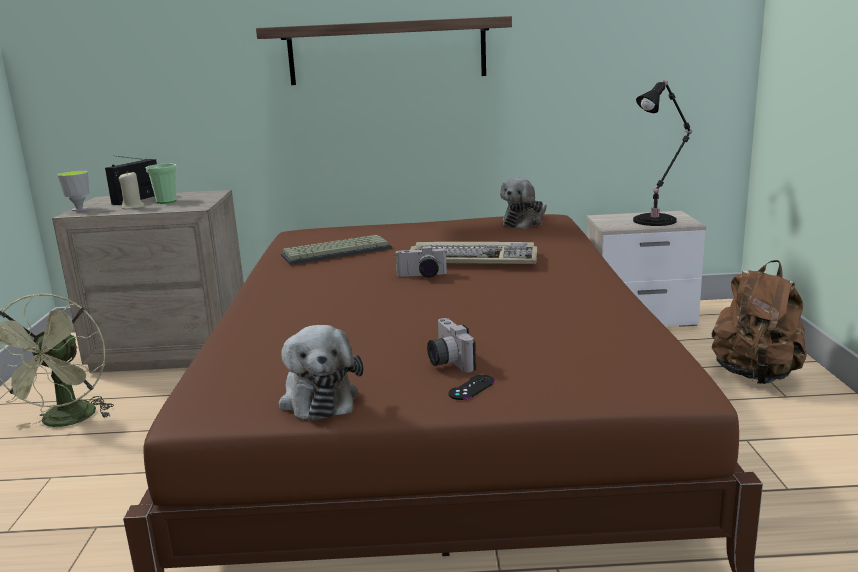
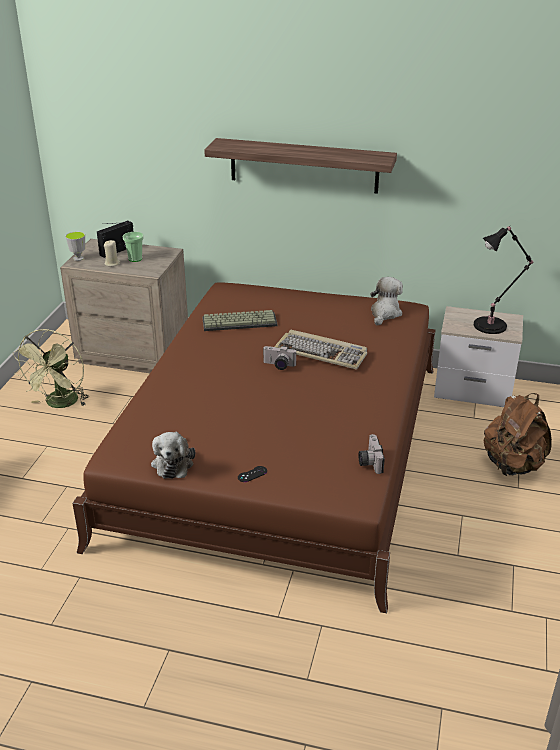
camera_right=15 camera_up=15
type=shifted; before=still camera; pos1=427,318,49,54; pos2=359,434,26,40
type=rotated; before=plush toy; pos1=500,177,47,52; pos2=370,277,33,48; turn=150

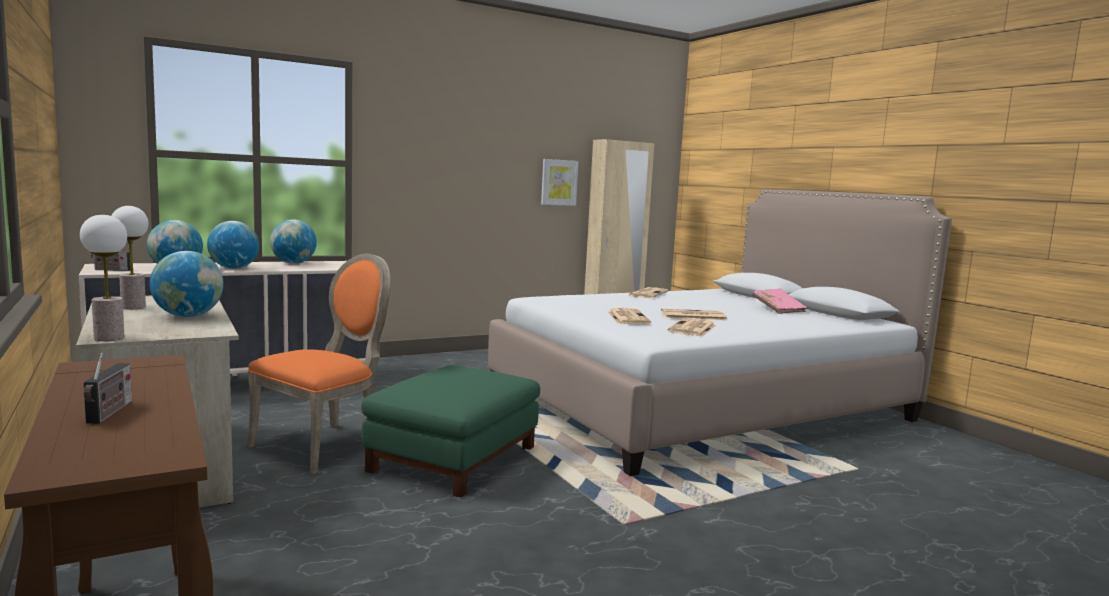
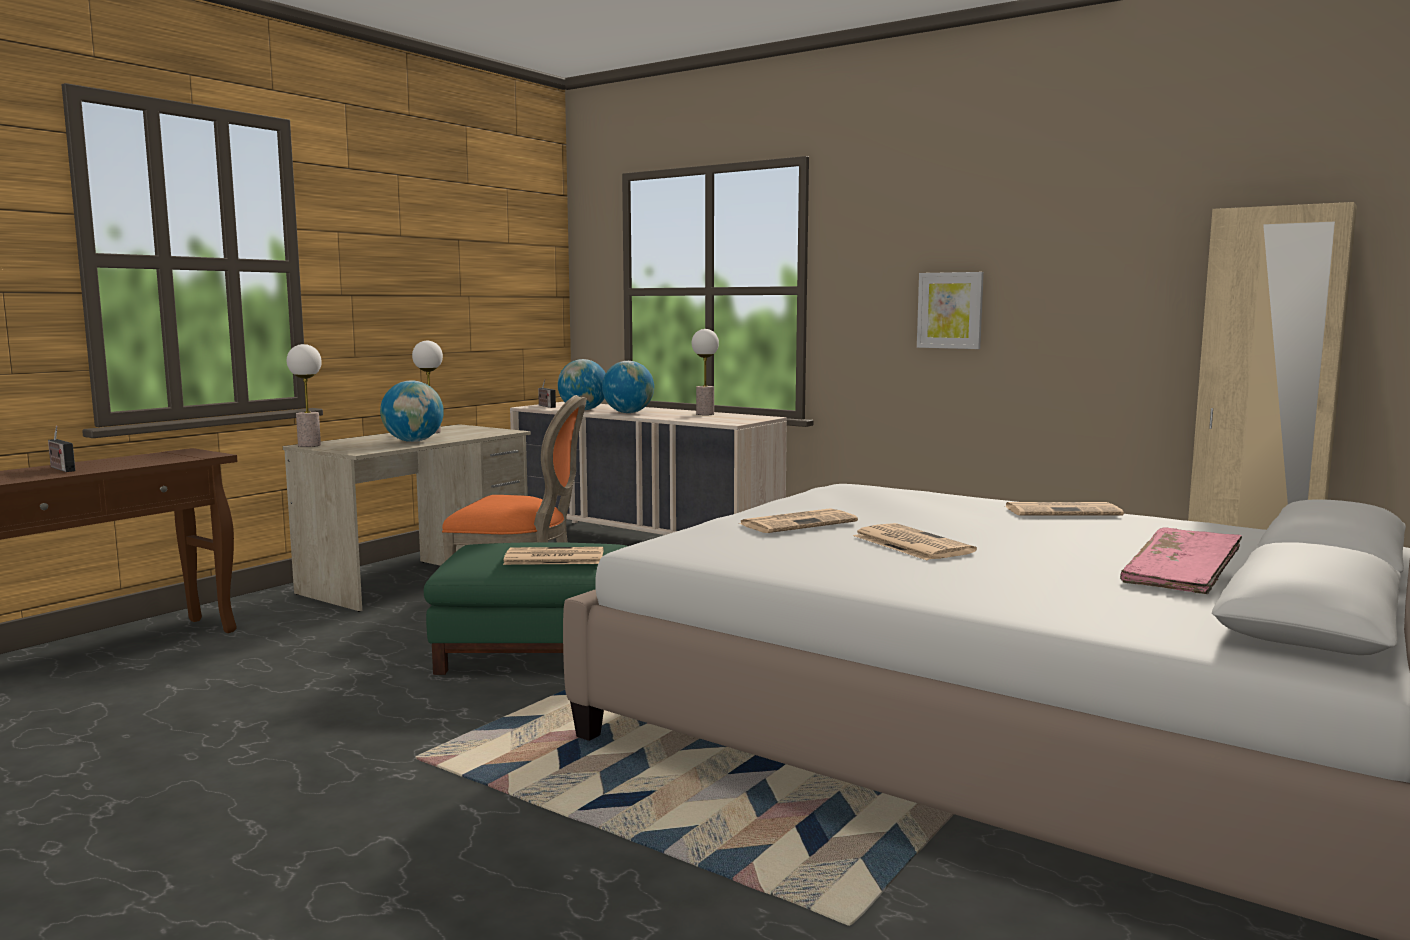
camera_right=65 camera_up=0
type=shifted; before=picture; pos1=541,159,37,47; pos2=917,272,67,77
type=shifted; before=daily paper; pos1=668,318,48,18; pos2=503,547,101,18
type=swapped; before=world globe; after=table lamp; pos1=270,219,47,45; pos2=692,329,27,86
type=rotated; before=radio; pos1=83,352,49,72; pos2=48,426,28,46; turn=75

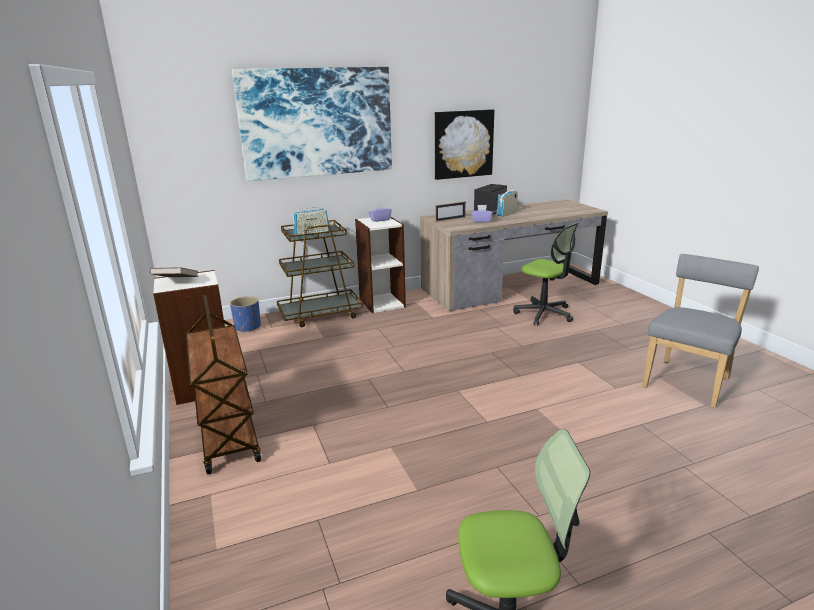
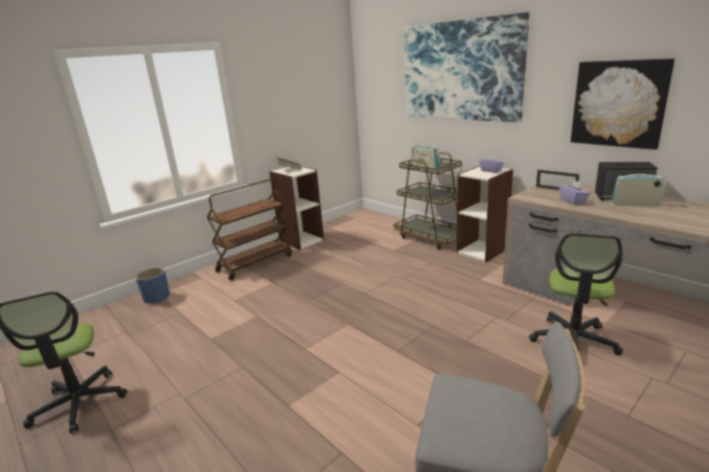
camera_right=70 camera_up=0
type=shifted; before=planter (blue); pos1=230,296,31,36; pos2=135,267,35,36

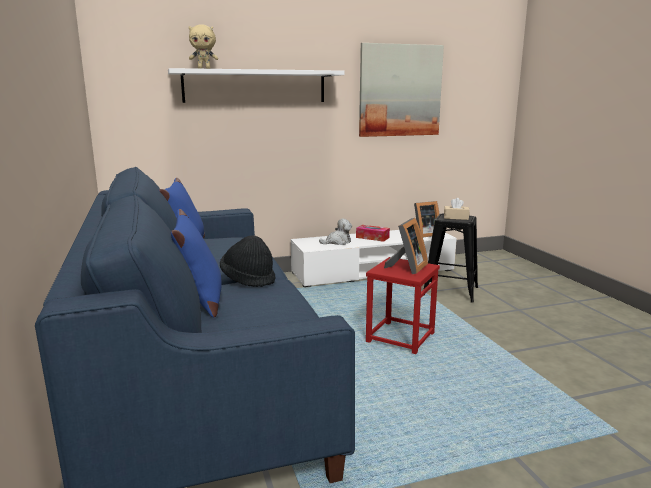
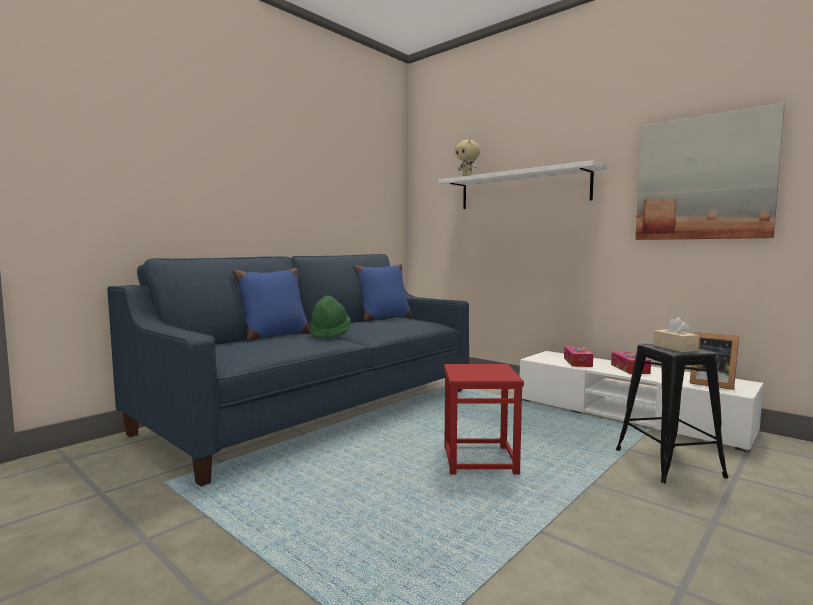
camera_right=60 camera_up=-10
type=gone; before=standing frame; pos1=384,218,44,56
type=swapped; before=plush toy; after=box of tissues; pos1=319,219,33,26; pos2=564,346,29,21
type=repainted; before=hat (black-coloured); after=hat (green-coloured); pos1=220,235,56,52; pos2=310,295,41,44

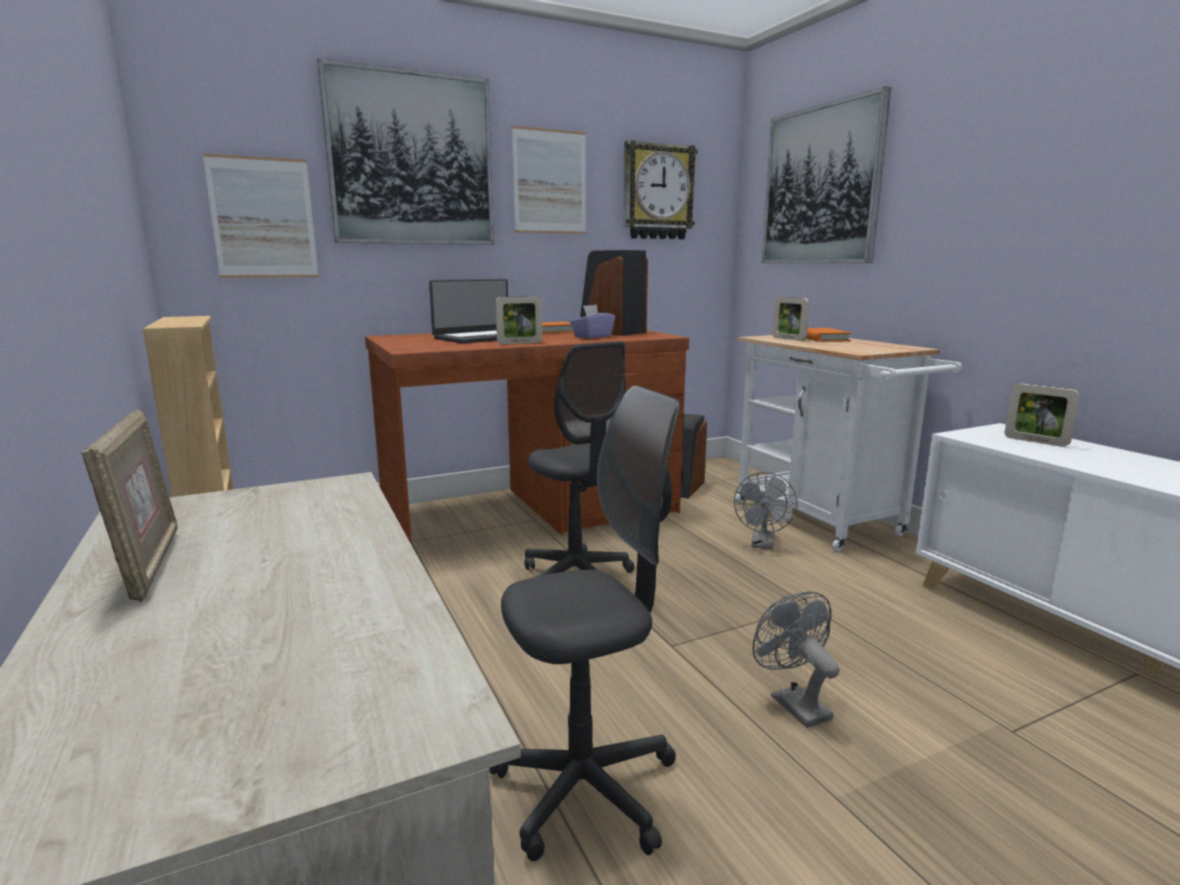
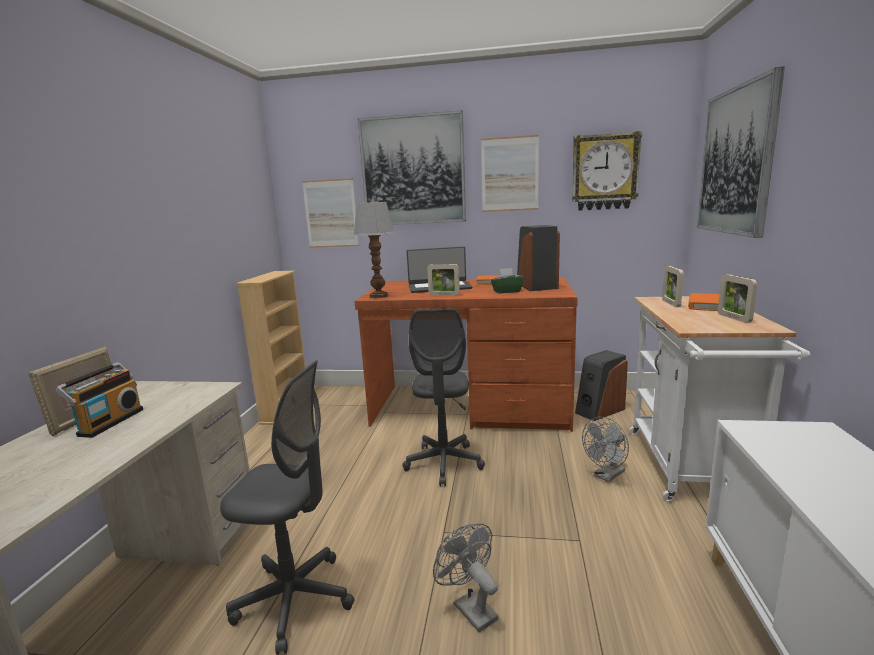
camera_right=35 camera_up=0
type=new; after=radio; pos2=55,362,88,76
type=new; after=table lamp; pos2=354,202,40,96
type=shifted; before=standing frame; pos1=1005,383,75,64; pos2=718,274,40,49
type=repainted; before=box of tissues (purplish); after=box of tissues (green-coloured); pos1=570,305,45,34; pos2=491,268,33,25
type=rotated; before=fan (gray); pos1=753,591,87,137; pos2=433,523,65,109; turn=-45

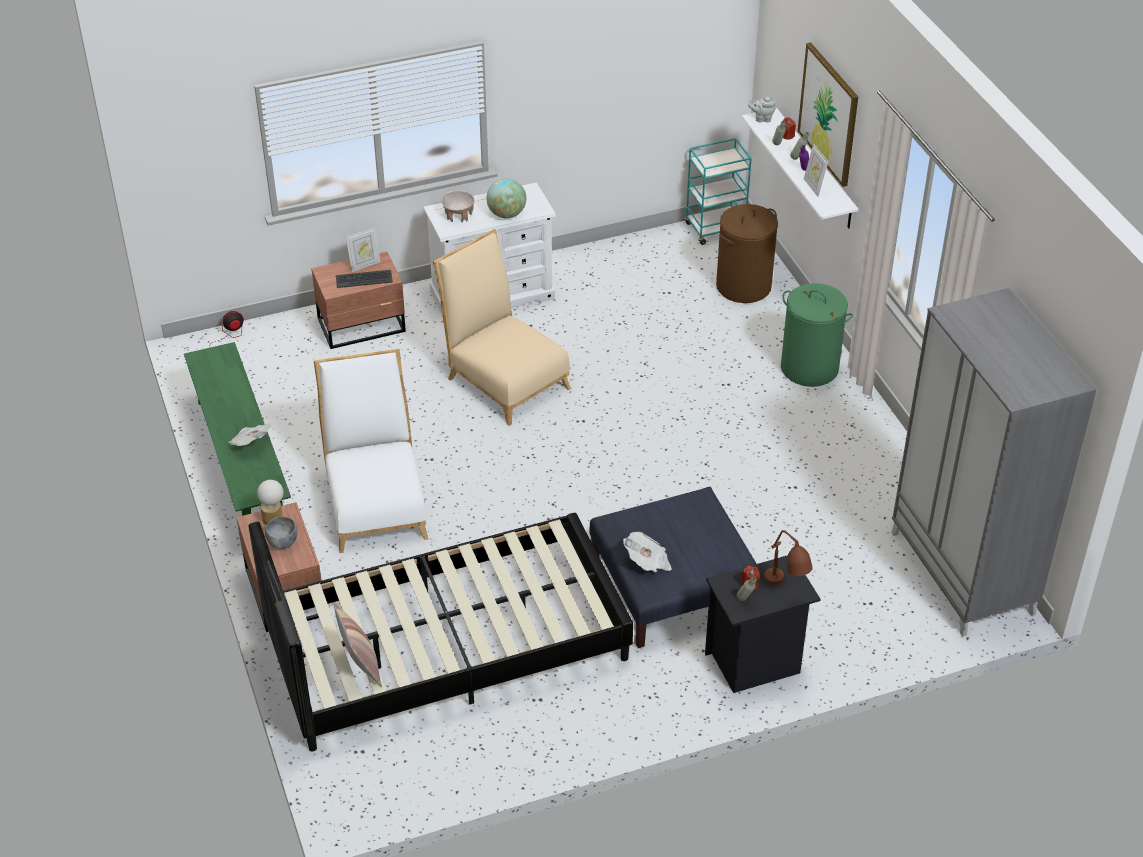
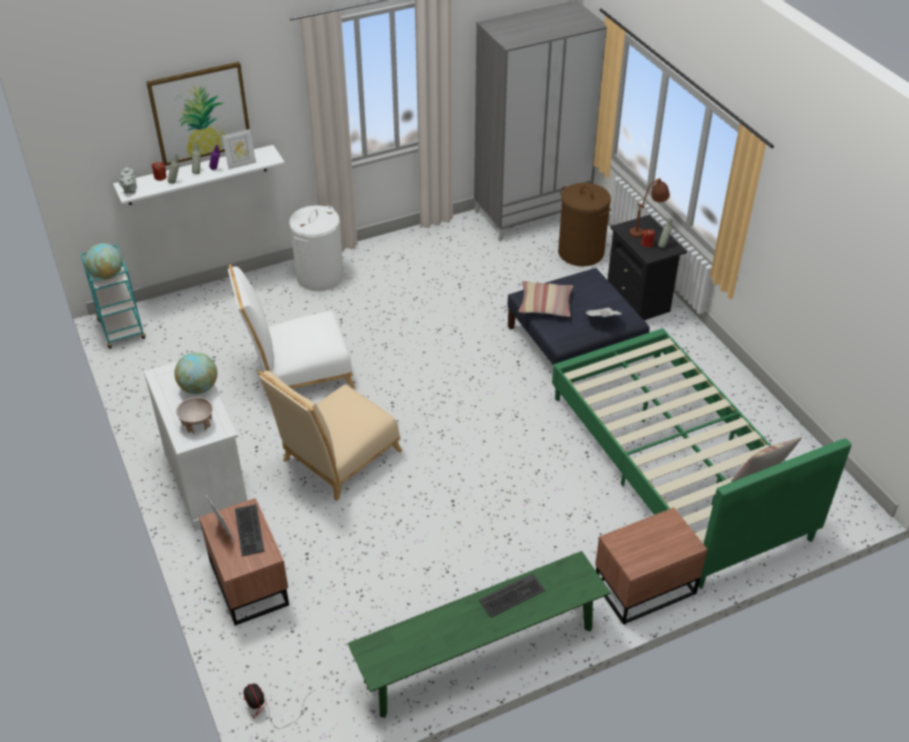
camera_right=-95 camera_up=0
type=gone; before=table lamp; pos1=257,480,27,45
type=gone; before=serving bowl (gray); pos1=265,516,33,33
type=new; after=world globe; pos2=84,243,39,37
type=new; after=pillow; pos2=518,281,55,36
type=shifted; before=upright chair (whitish); pos1=314,349,114,204; pos2=228,264,127,125
type=shifted; before=washing basket (brown); pos1=716,204,62,99; pos2=558,183,53,83
type=swapped; before=daily paper; after=keyboard; pos1=228,424,44,22; pos2=479,573,66,44
type=repainted; before=bed (black-coloured); after=bed (green-coloured); pos1=249,513,384,238; pos2=552,328,300,260
type=repainted; before=washing basket (green-coloured); after=washing basket (whitish); pos1=781,283,72,104; pos2=289,205,55,86

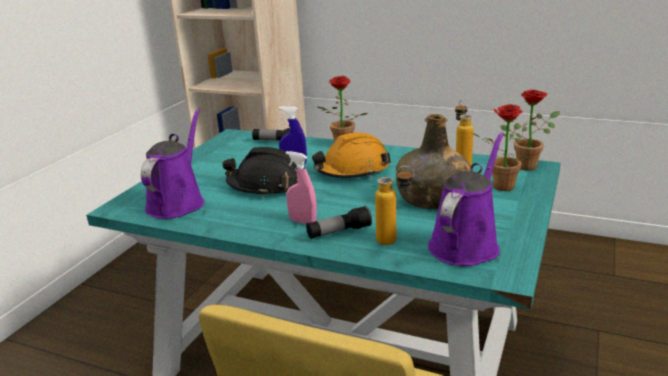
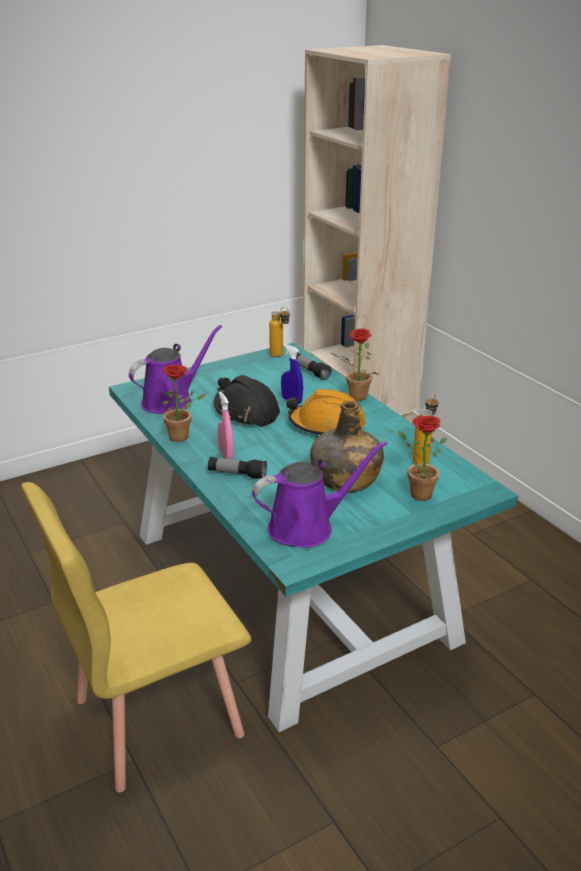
camera_right=35 camera_up=5
type=shifted; before=bottle; pos1=375,166,39,79; pos2=269,307,21,50
type=shifted; before=potted plant; pos1=500,90,60,81; pos2=159,365,47,77

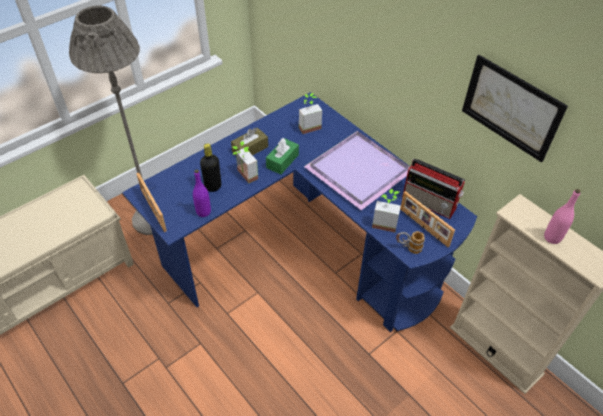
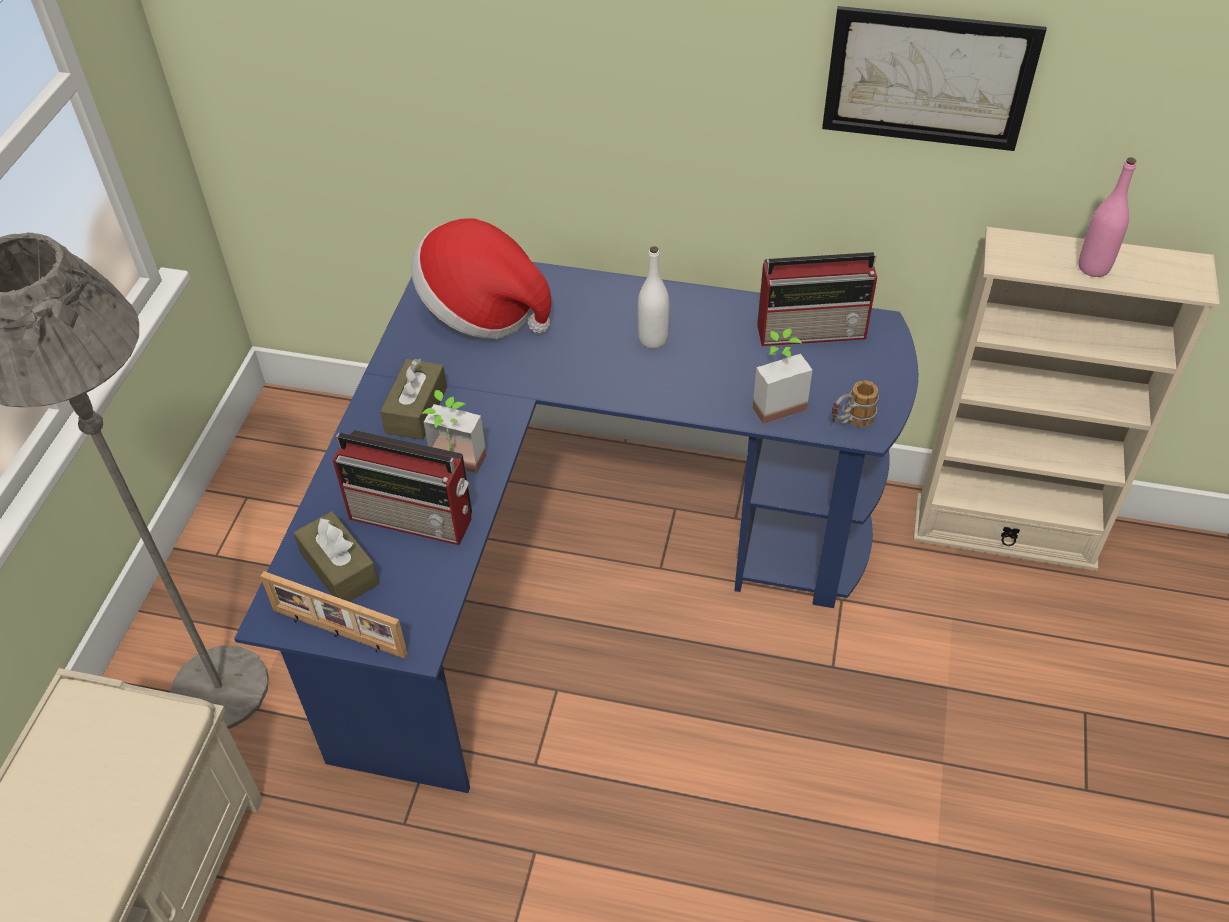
camera_right=-35 camera_up=0
type=gone; before=bottle (purplish); pos1=193,170,18,47
type=gone; before=box of tissues (green-coloured); pos1=266,138,33,37
type=gone; before=standing frame; pos1=400,191,55,56
type=new; after=box of tissues (brown); pos2=294,511,85,91
type=swapped; before=bottle (black-coloured); after=radio; pos1=200,143,21,49; pos2=333,430,139,115
type=swapped; before=potted plant; after=hat; pos1=299,93,23,41; pos2=411,219,140,120
type=swapped; before=carrying tray (purplish); after=bottle (whitish); pos1=304,131,106,79; pos2=638,246,31,103

